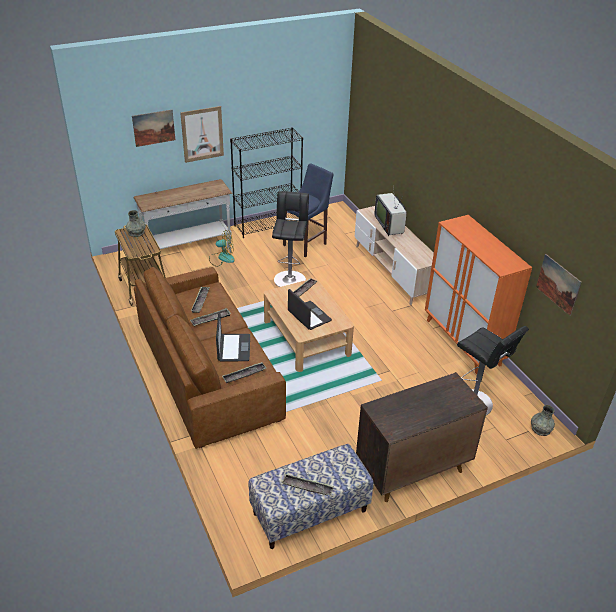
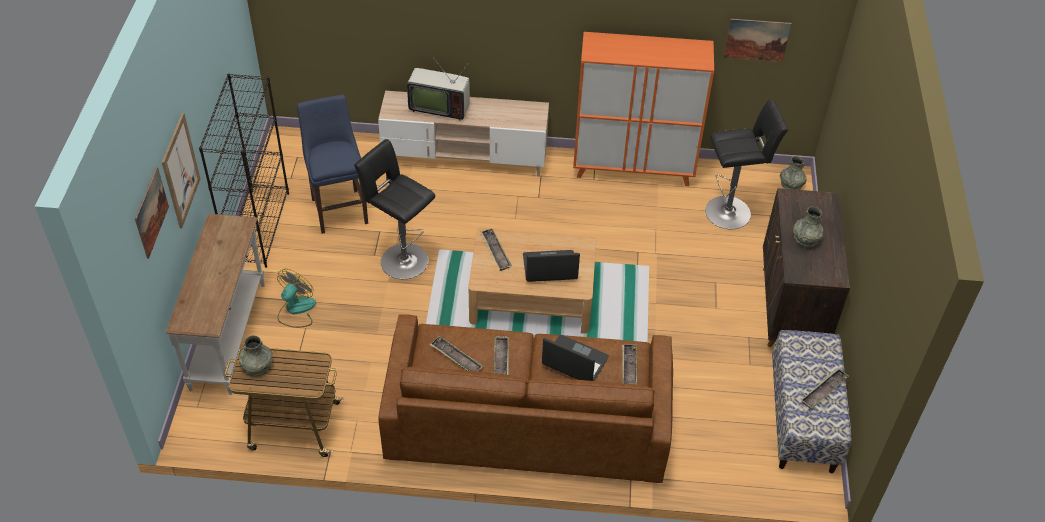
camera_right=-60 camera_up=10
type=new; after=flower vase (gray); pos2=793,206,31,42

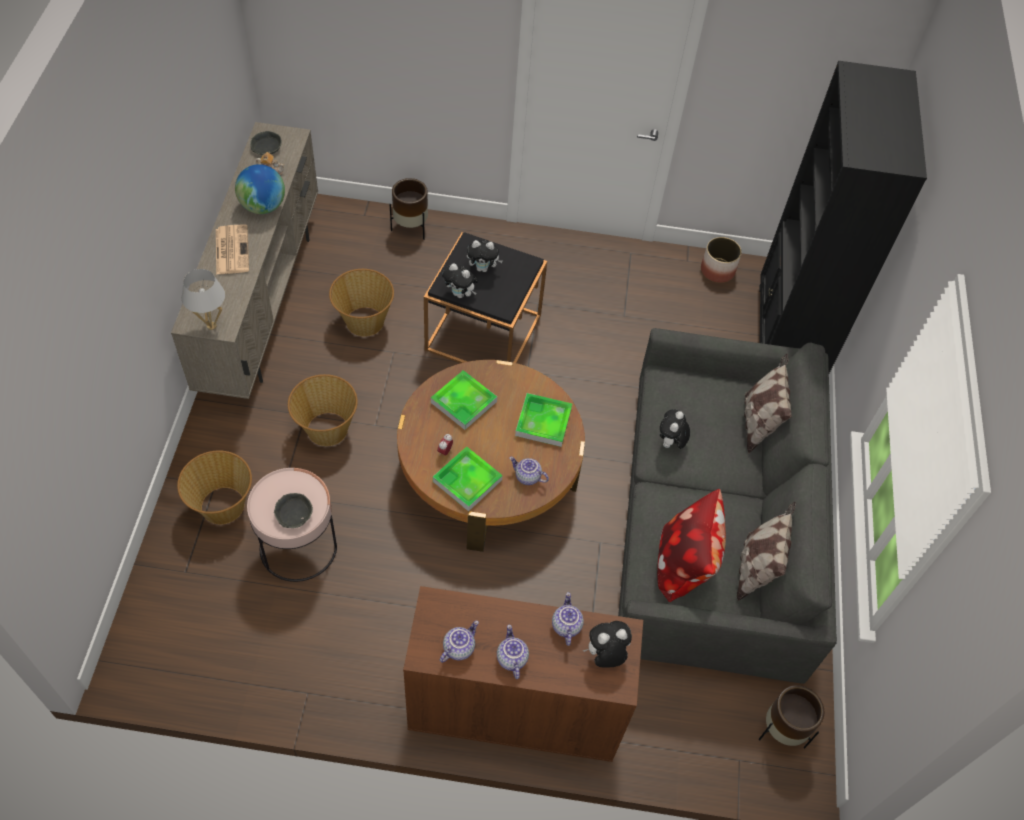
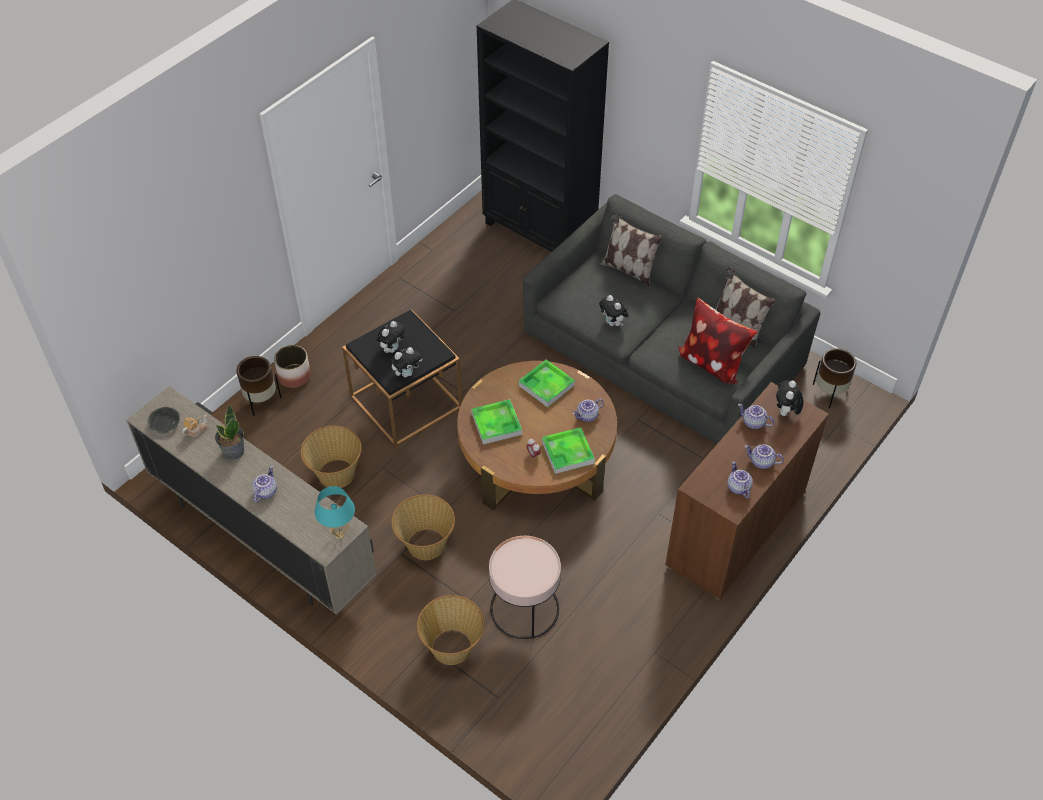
camera_right=-55 camera_up=-5
type=gone; before=serving bowl (gray); pos1=274,493,39,35
type=shifted; before=planter; pos1=701,237,41,46; pos2=274,345,37,43
type=swapped; before=daily paper; after=pot for tea; pos1=216,224,33,51; pos2=252,466,25,36
type=swapped; before=world globe; after=potted plant; pos1=235,164,50,50; pos2=215,404,29,55
type=repainted; before=table lamp (whitish); after=table lamp (turquoise-coloured); pos1=182,269,43,61; pos2=315,486,40,53

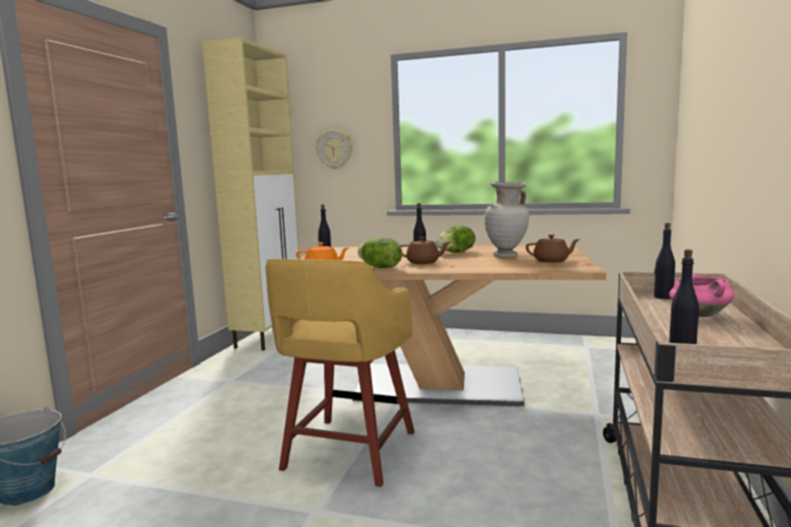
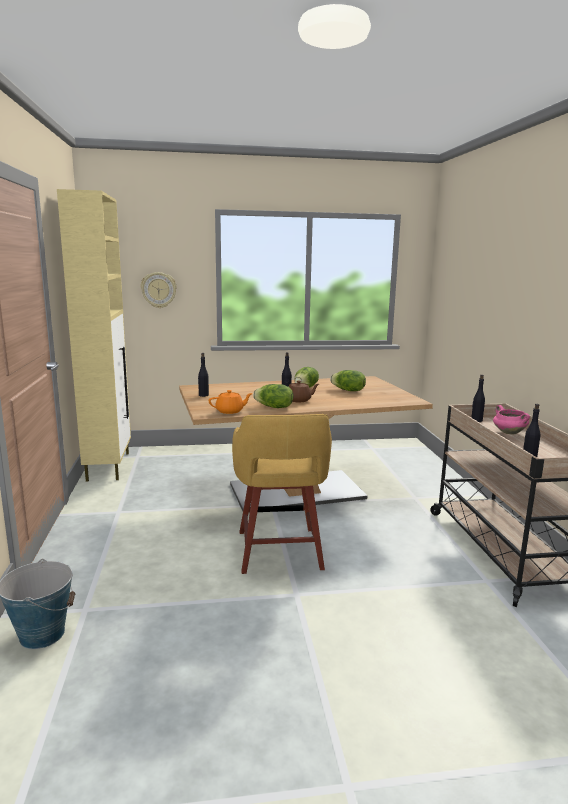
camera_right=-25 camera_up=5
type=gone; before=pot for tea (brown); pos1=526,234,54,29
type=swapped; before=flower vase (sand-coloured); after=lettuce head; pos1=485,182,44,75; pos2=330,370,36,21

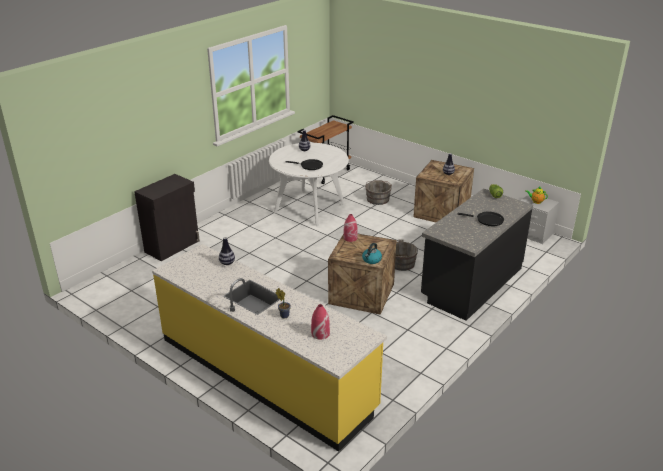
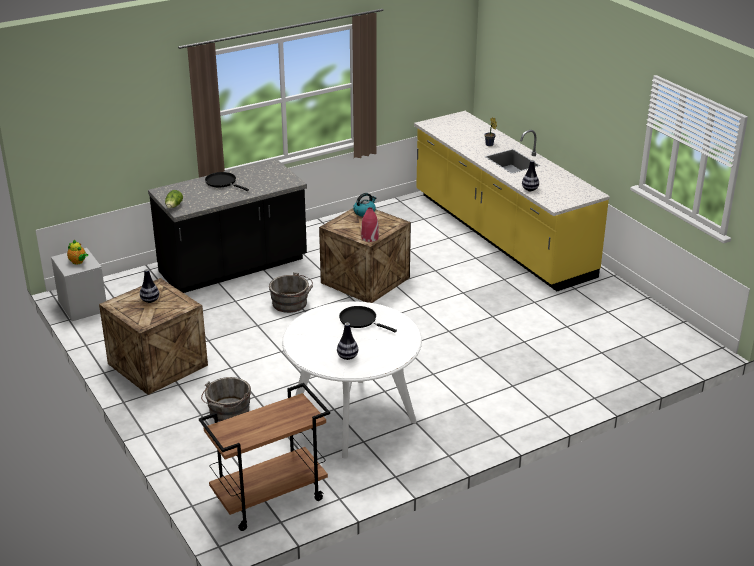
camera_right=-160 camera_up=0
type=gone; before=cupboard (black-coloured); pos1=134,174,66,87
type=gone; before=flower vase (reddish); pos1=311,304,19,35

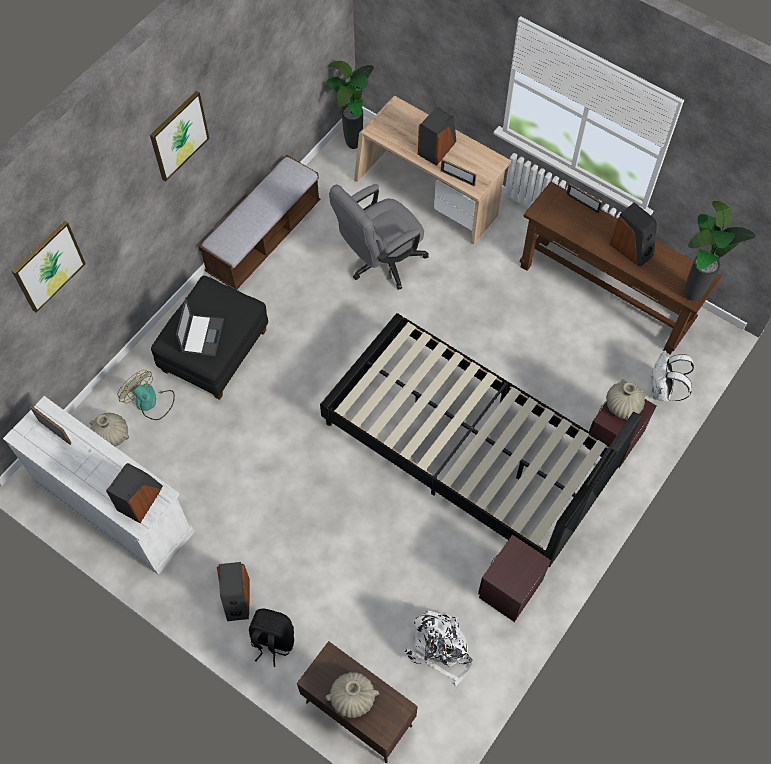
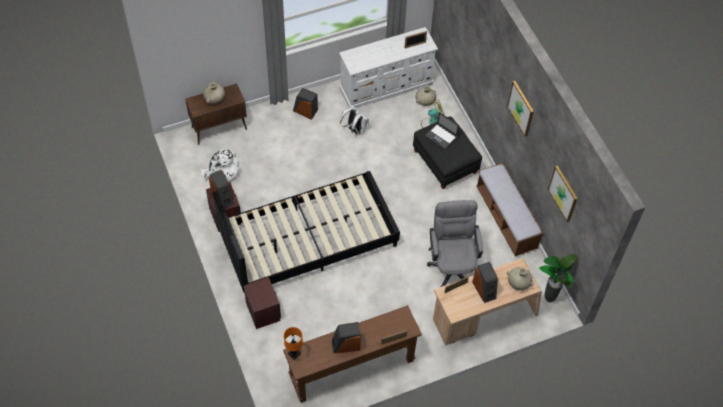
camera_right=120 camera_up=-5
type=gone; before=knapsack (black-coloured); pos1=249,609,45,58
type=shifted; before=picture; pos1=12,220,74,93; pos2=548,165,30,57
type=shifted; before=speaker; pos1=106,463,57,60; pos2=209,170,25,38
type=shifted; before=flower vase (sand-coloured); pos1=606,379,39,41; pos2=507,267,26,23
type=shifted; before=knapsack (whitish); pos1=652,350,42,51; pos2=340,105,29,30
type=swapped; before=potted plant; after=table lamp (orange-coloured); pos1=685,201,71,100; pos2=284,327,19,33

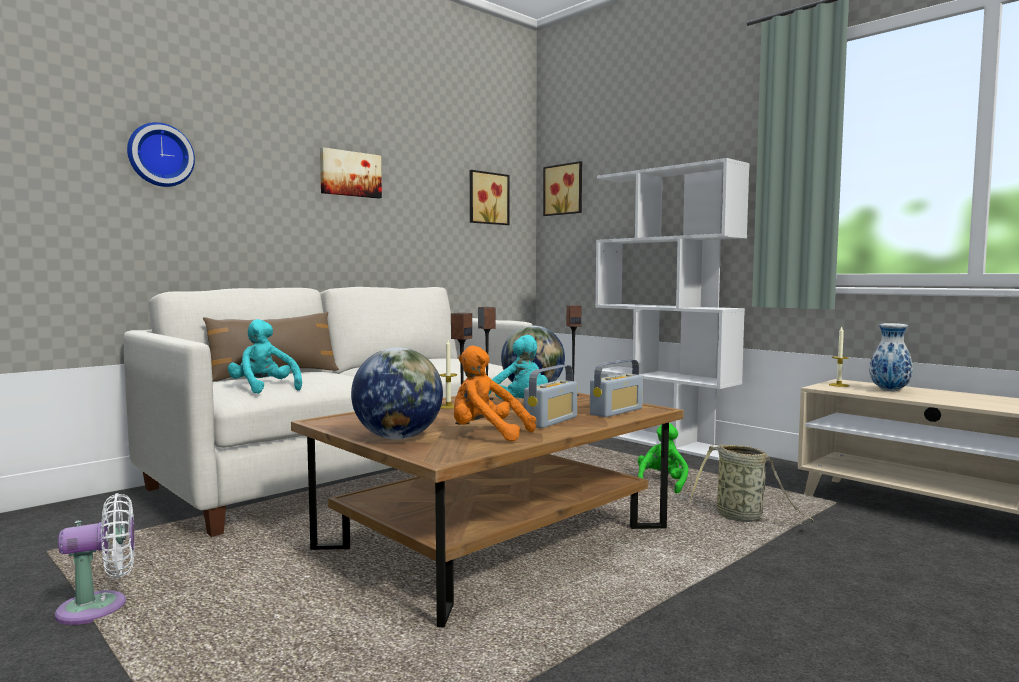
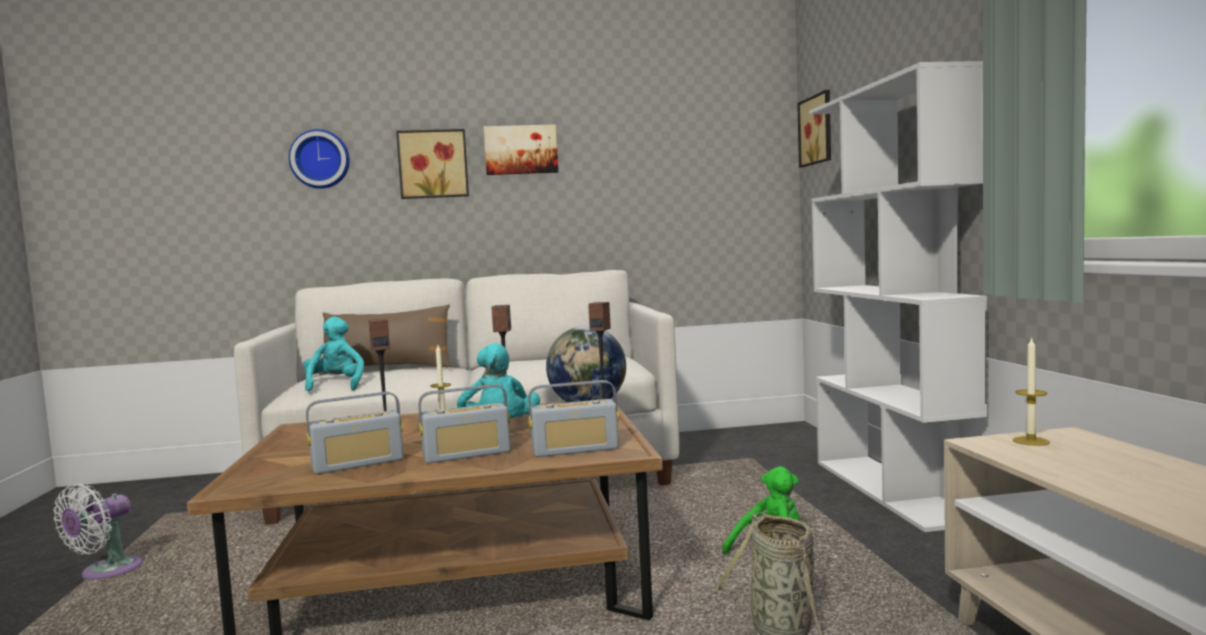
camera_right=35 camera_up=0
type=gone; before=world globe; pos1=351,347,92,93
type=gone; before=flower vase; pos1=870,323,43,68
type=shifted; before=picture; pos1=470,170,39,55; pos2=396,129,73,70
type=swapped; before=plush toy (orange-coloured); after=radio; pos1=454,345,82,96; pos2=306,392,97,82
type=rotated; before=fan (whitish); pos1=55,493,80,132; pos2=54,483,89,97; turn=105

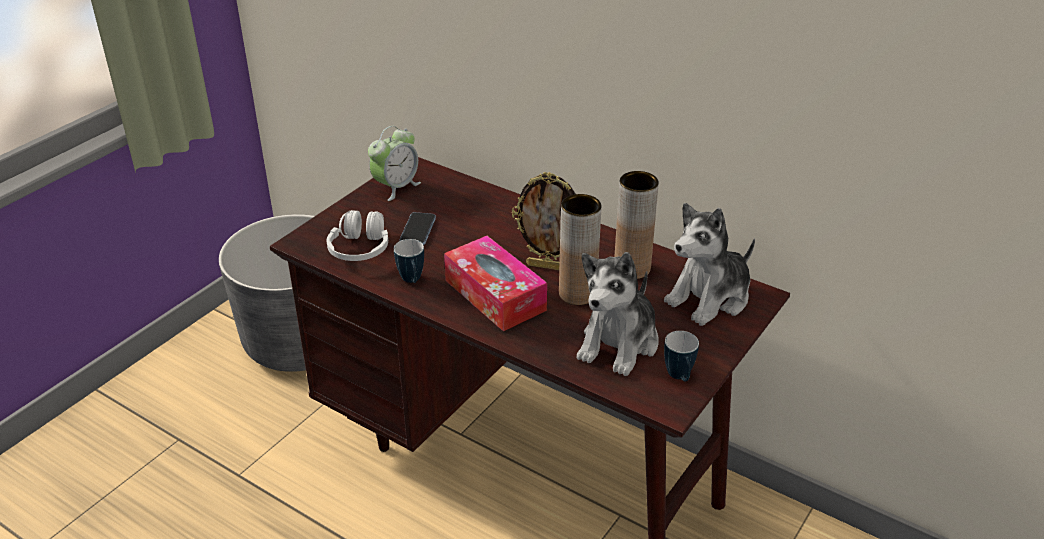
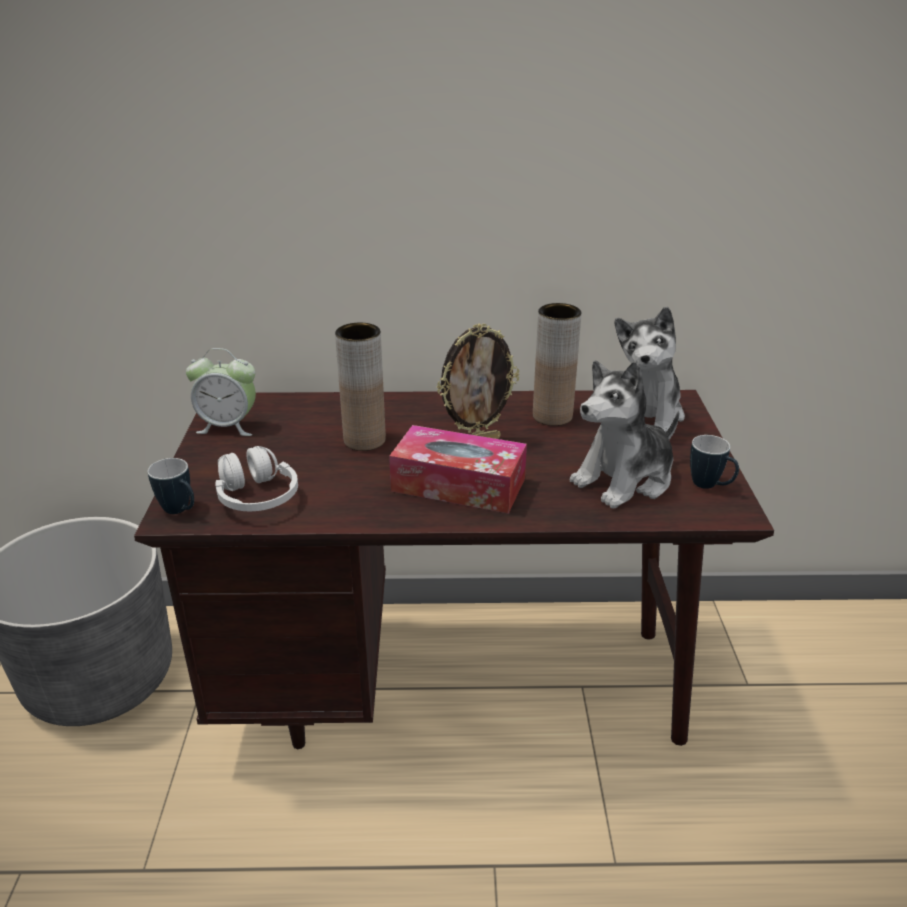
camera_right=-35 camera_up=-5
type=gone; before=handset; pos1=400,212,36,33
type=shifted; before=tea mug; pos1=394,239,30,44; pos2=148,458,46,56
type=shifted; before=flower vase (brown); pos1=559,194,43,111; pos2=335,323,51,128
type=rotated; before=bedside clock; pos1=368,126,53,75; pos2=186,348,70,88; turn=90
type=rotated; before=plush toy; pos1=577,252,82,124; pos2=570,360,110,149; turn=60

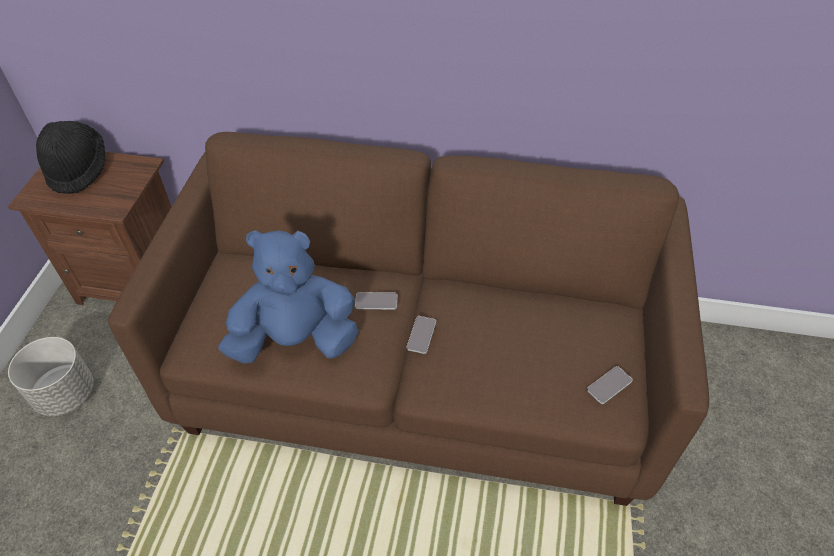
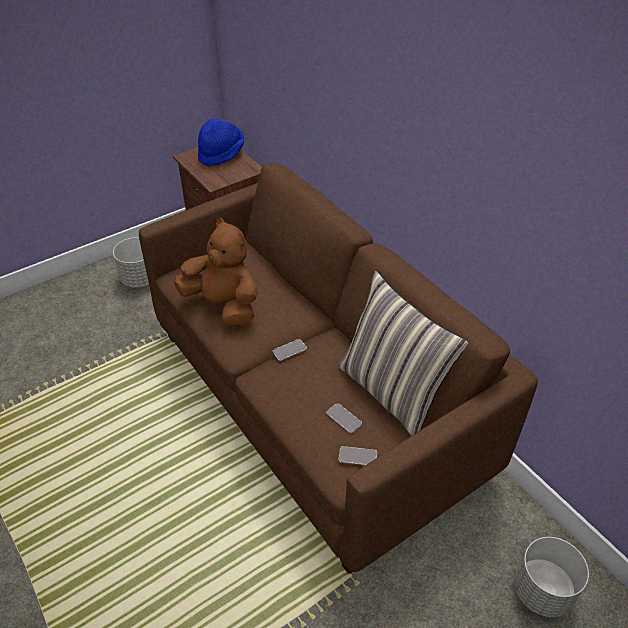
camera_right=45 camera_up=-5
type=new; after=pillow; pos2=338,271,131,165
type=new; after=planter (gray); pos2=514,537,75,81
type=shifted; before=handset; pos1=355,292,42,18; pos2=326,403,36,30
type=repainted; before=hat (black-coloured); after=hat (blue); pos1=36,121,69,73; pos2=198,118,46,48
type=repainted; before=plush toy (blue); after=plush toy (brown); pos1=219,230,140,134; pos2=174,218,84,109

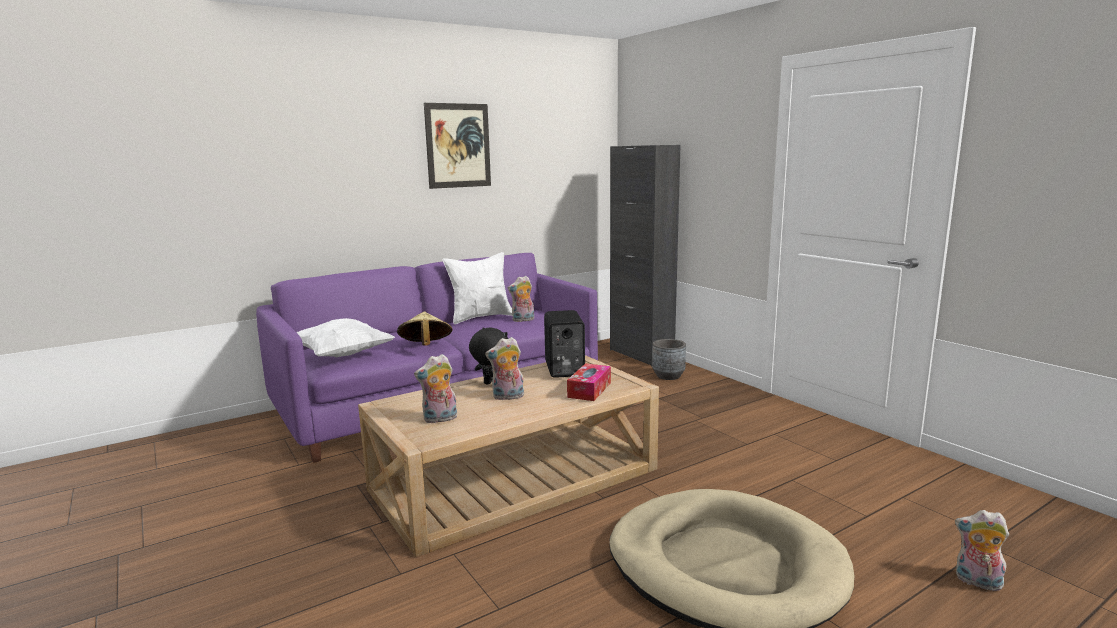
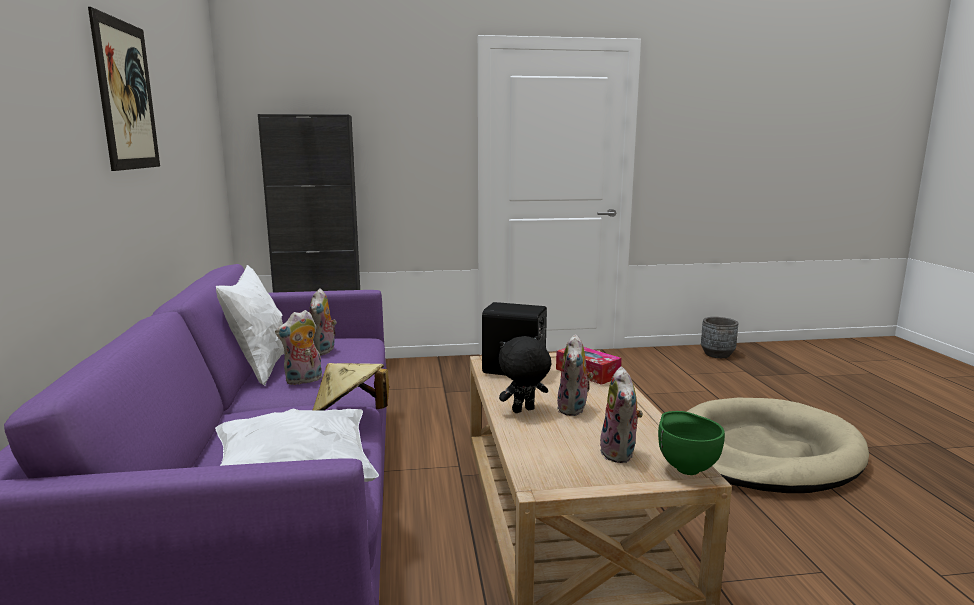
camera_right=-65 camera_up=0
type=new; after=serving bowl (green-coloured); pos2=658,411,67,64
type=shifted; before=planter (gray); pos1=652,339,34,41; pos2=701,317,37,41
type=shifted; before=plush toy; pos1=955,510,54,81; pos2=275,310,47,75

